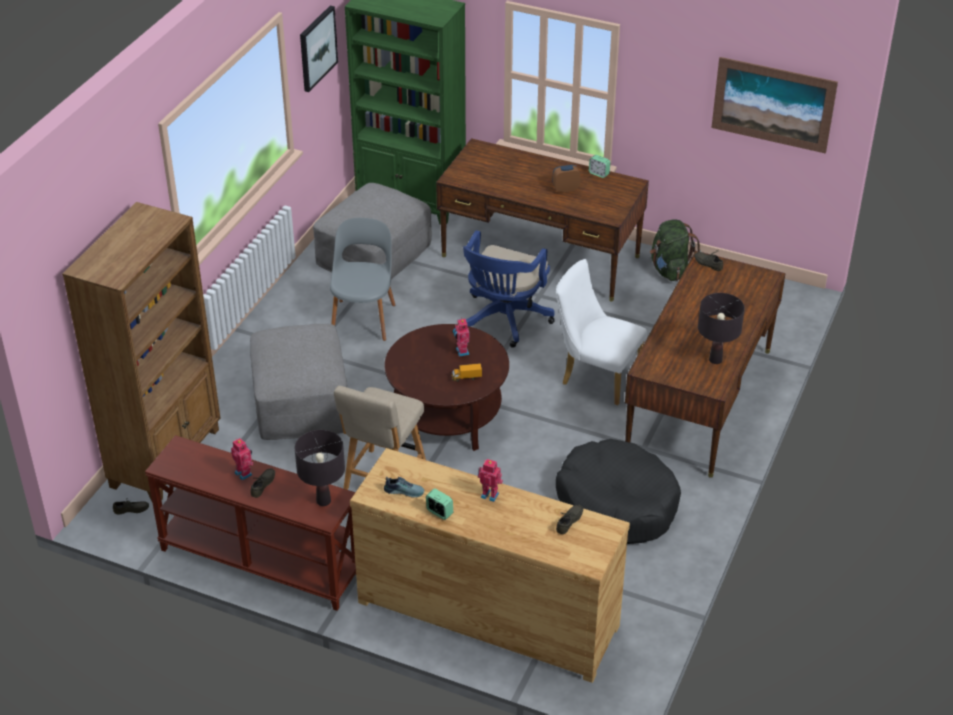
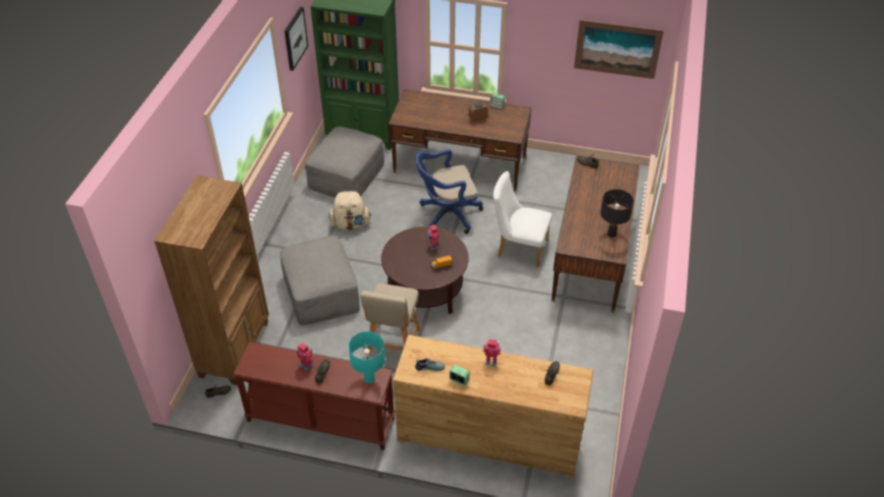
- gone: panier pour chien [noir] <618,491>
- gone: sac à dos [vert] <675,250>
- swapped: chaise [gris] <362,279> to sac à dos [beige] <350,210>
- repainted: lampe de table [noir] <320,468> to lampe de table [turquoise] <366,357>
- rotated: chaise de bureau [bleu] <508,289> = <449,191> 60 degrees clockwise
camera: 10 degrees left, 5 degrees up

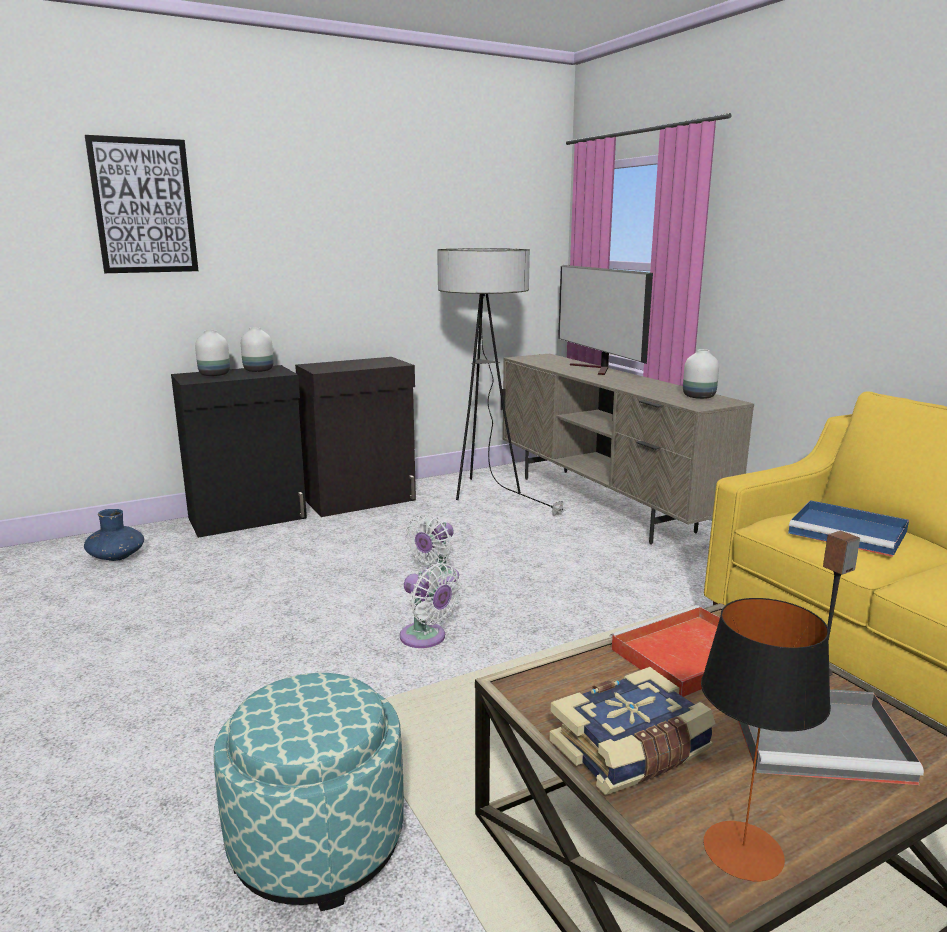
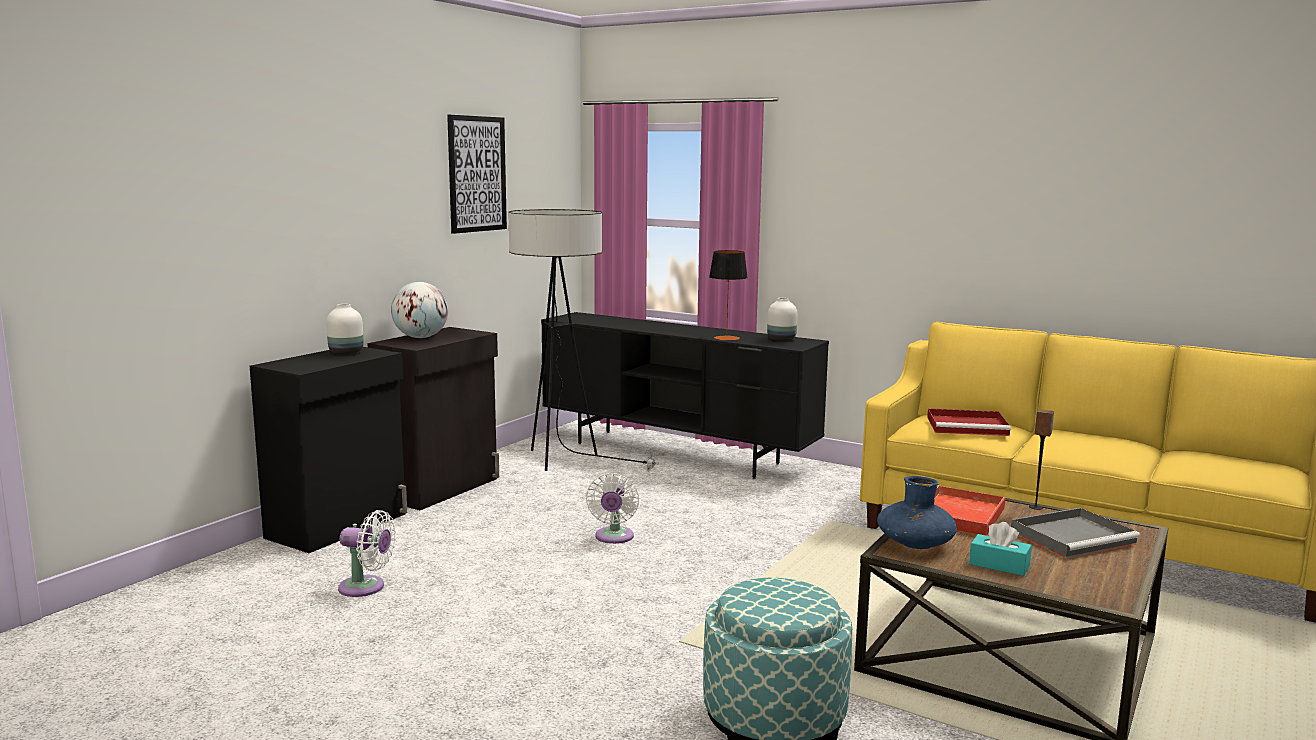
- gone: vase [blanc] <212,353>
- gone: téléviseur <605,320>
- new: globe <419,310>
- shifted: vase [bleu] <114,535> to <917,512>
- shifted: tableau <141,204> to <477,174>
- shifted: ventilateur [blanc] <430,605> to <367,553>
- shifted: lampe de table <766,739> to <728,295>
- swapped: livre <632,731> to boîte à mouchoirs [turquoise] <1000,549>
- repainted: meuble télé [beige] <627,449> to meuble télé [noir] <685,395>
- repainted: plateau [bleu] <848,528> to plateau [rouge] <969,422>
camera: 30 degrees left, 5 degrees down

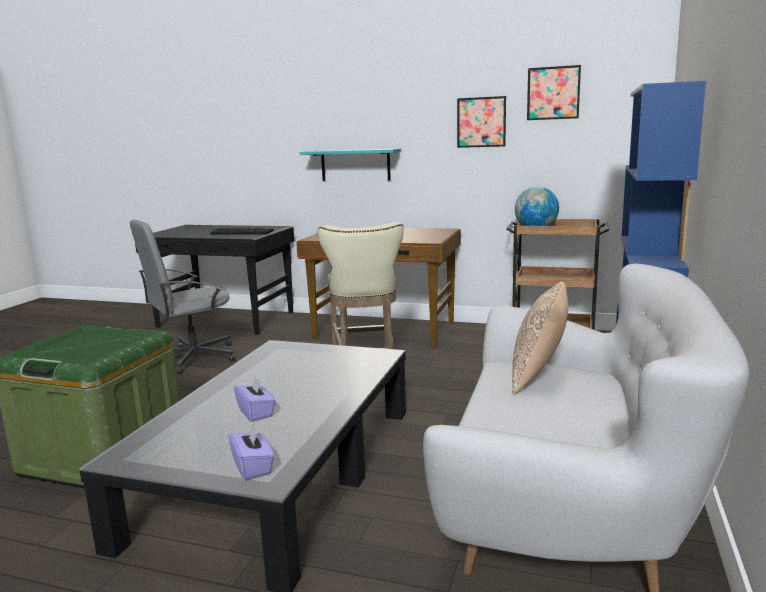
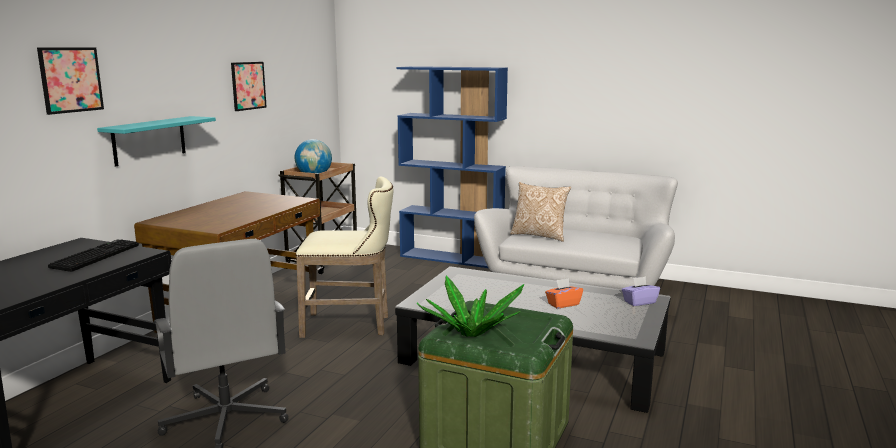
- new: plante en pot <470,306>
- shifted: tableau <554,92> to <70,81>
- repainted: boîte à mouchoirs [violet] <255,398> to boîte à mouchoirs [orange] <564,293>
camera: 85 degrees left, 0 degrees up

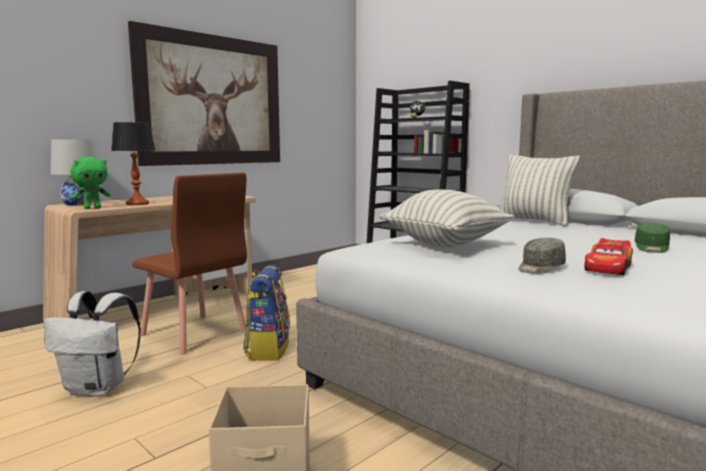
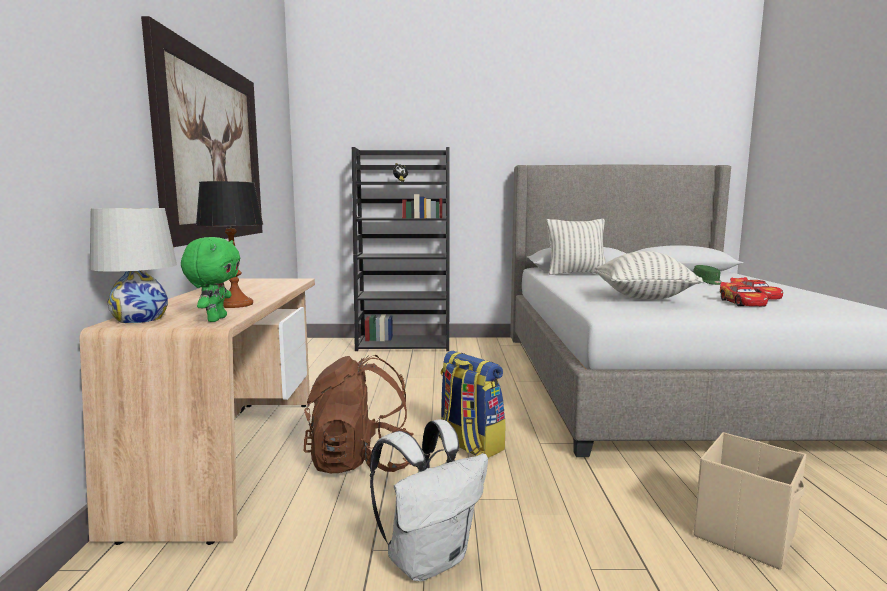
- swapped: chaise [marron] <189,264> to sac à dos [marron] <358,414>
- swapped: casquette [gris] <542,256> to petite voiture <744,294>
camera: 45 degrees left, 0 degrees up

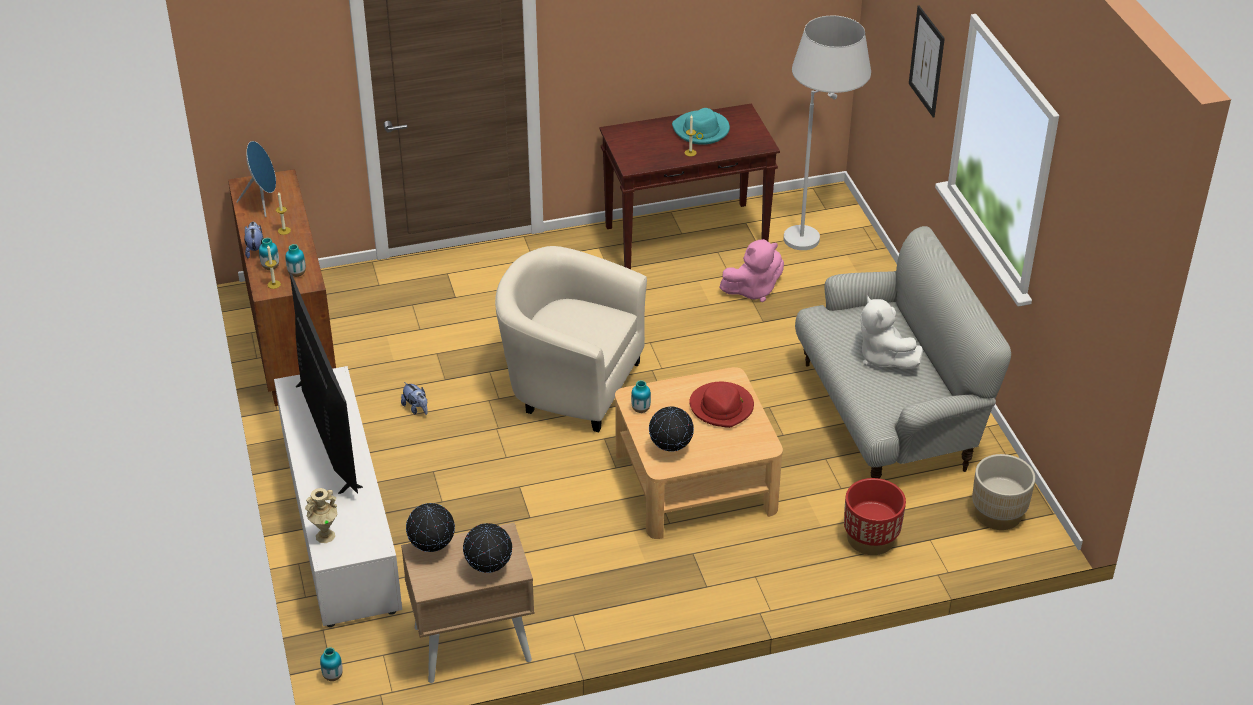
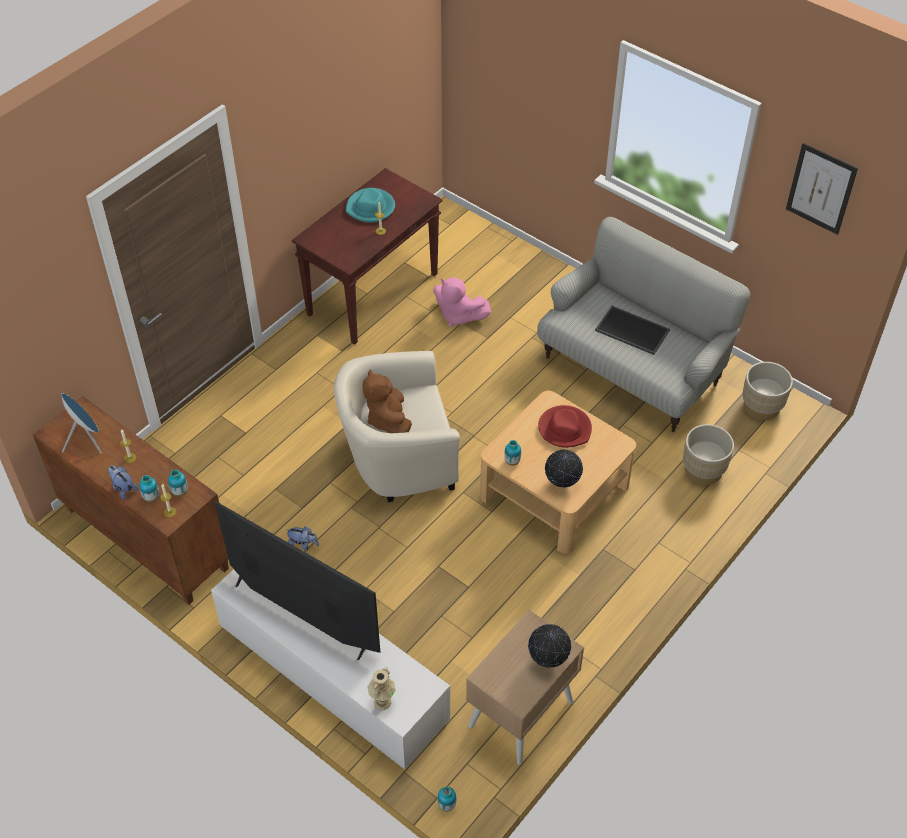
- gone: globe <430,527>
- gone: lampadaire [blanc] <827,133>
- new: peluche [marron] <387,401>
- shifted: tableau <927,61> to <822,189>
- swapped: peluche [blanc] <892,332> to plateau <632,330>
- repainted: cache-pot [rouge] <875,516> to cache-pot [beige] <708,454>
- rotated: peluche [rose] <751,270> = <462,302> 90 degrees clockwise
camera: 35 degrees left, 10 degrees up

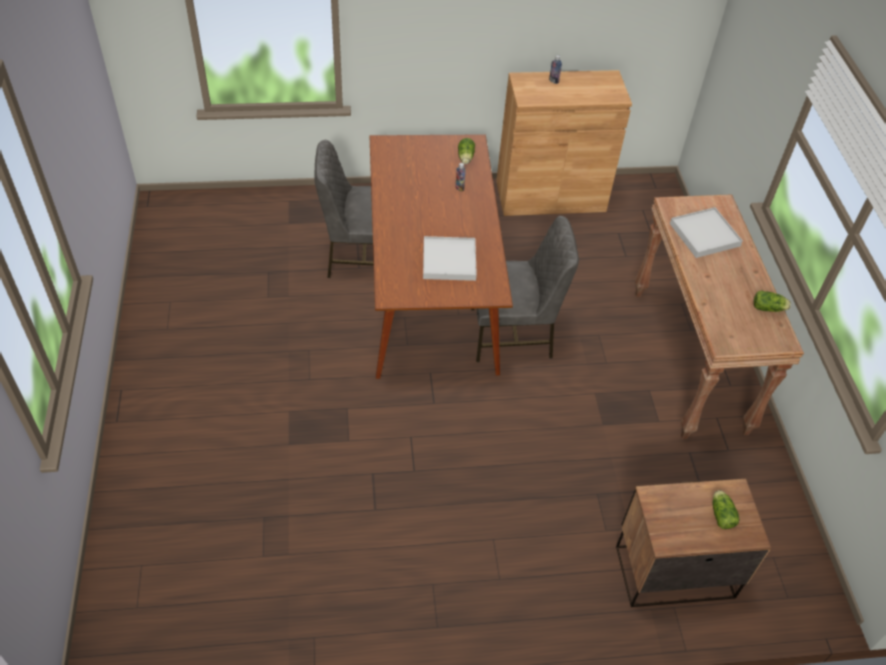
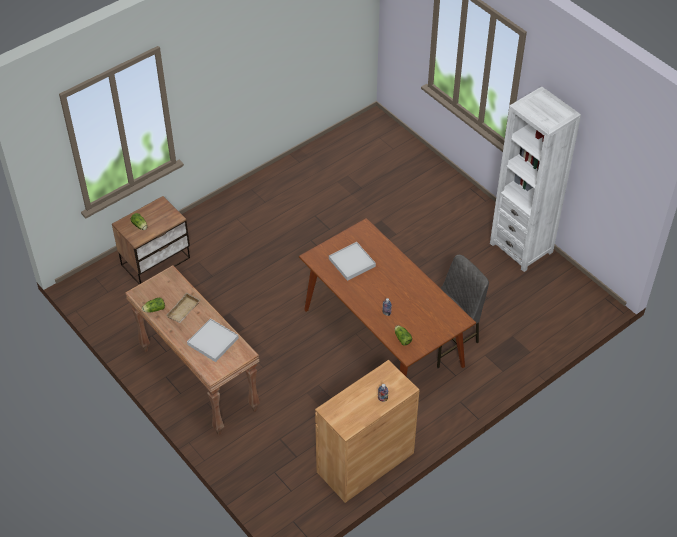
- gone: chaise [gris] <525,289>
- new: plateau [beige] <183,307>
- new: bibliothèque [blanc] <535,179>
camera: 150 degrees right, 0 degrees up

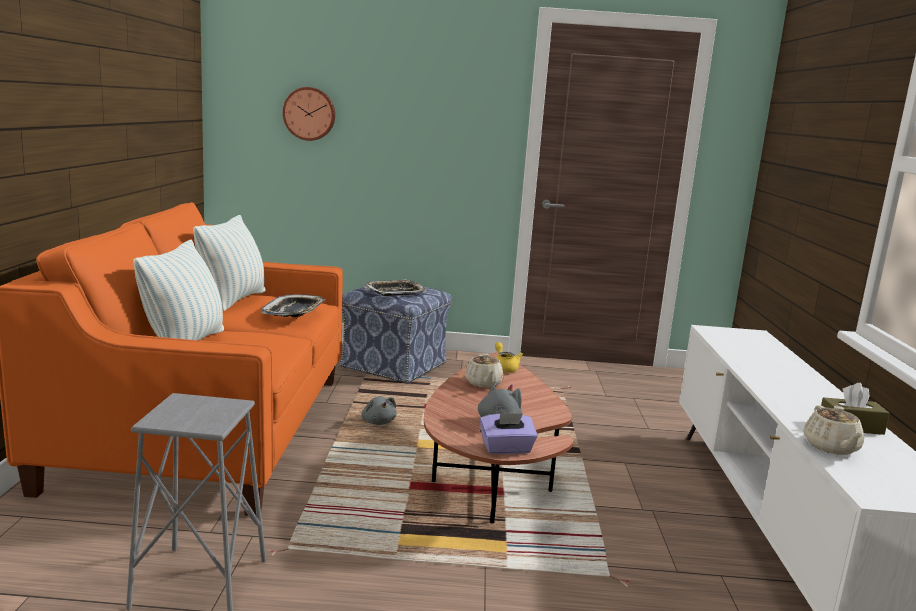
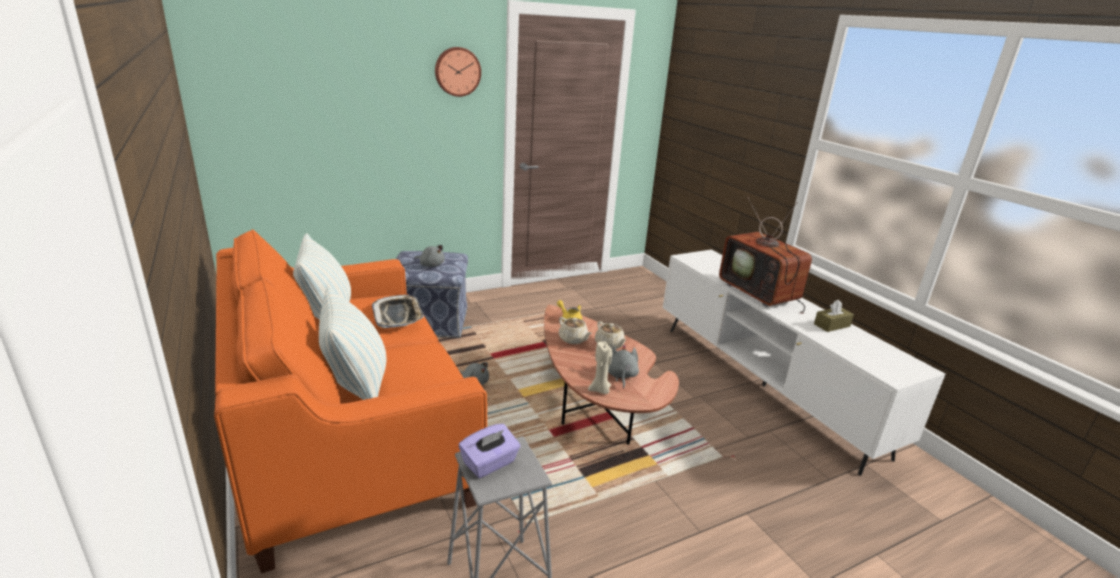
- new: bougie [beige] <600,367>
- new: téléviseur <765,255>
- shifted: horloge murale <308,114> to <458,72>
- shifted: boîte à mouchoirs [violet] <509,433> to <490,451>
- shifted: théière [beige] <833,430> to <610,335>
- swapped: plateau <395,287> to peluche [gris] <430,256>
camera: 30 degrees left, 10 degrees up

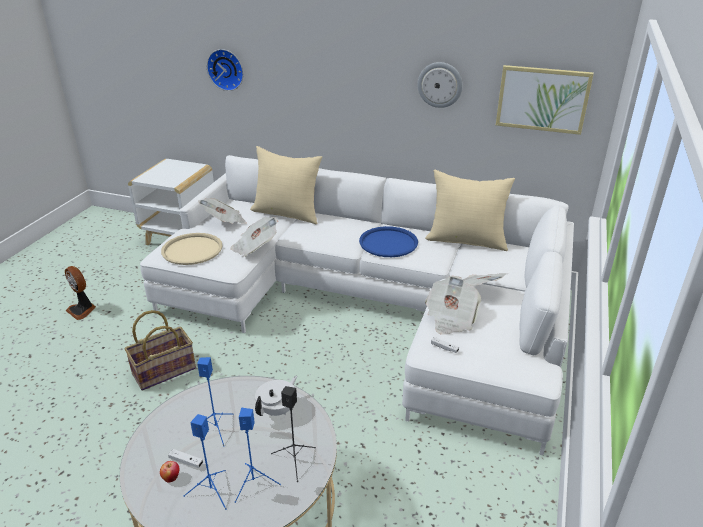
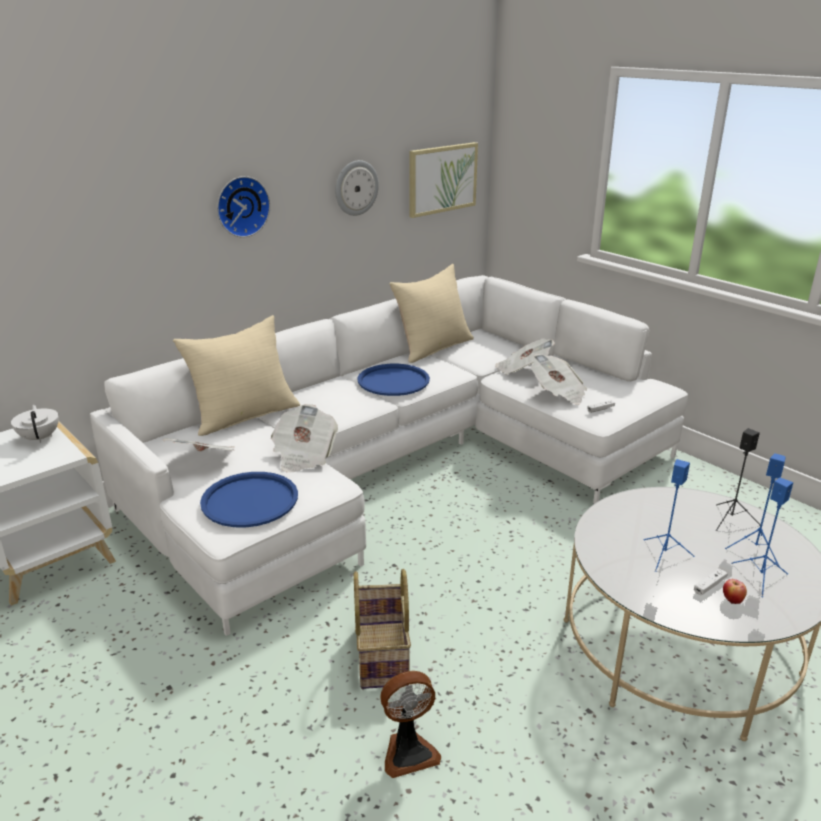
- shifted: ventilateur <80,293> to <410,724>
- shifted: horloge murale <225,70> to <243,207>
- shifted: théière [blanc] <276,396> to <35,423>
- repainted: plateau [beige] <192,249> to plateau [bleu] <249,500>
camera: 60 degrees left, 5 degrees down

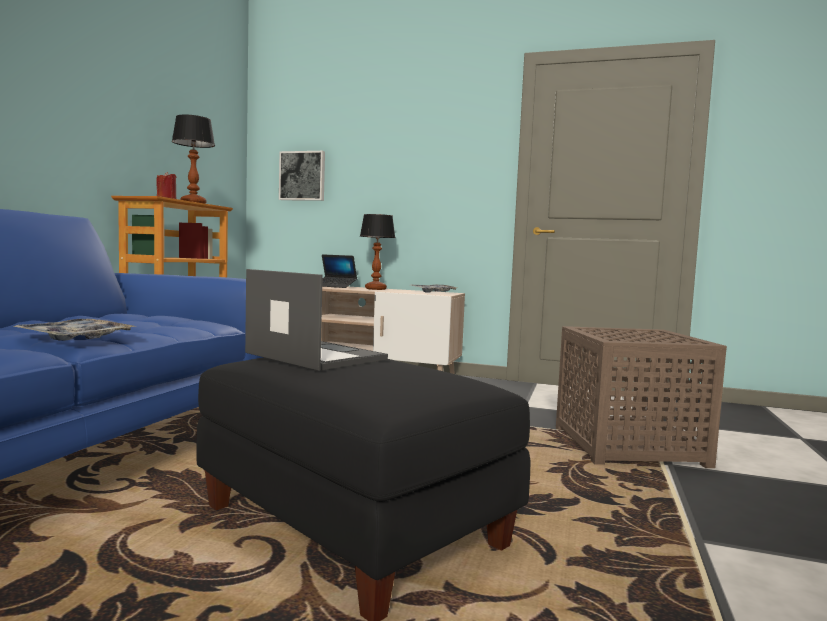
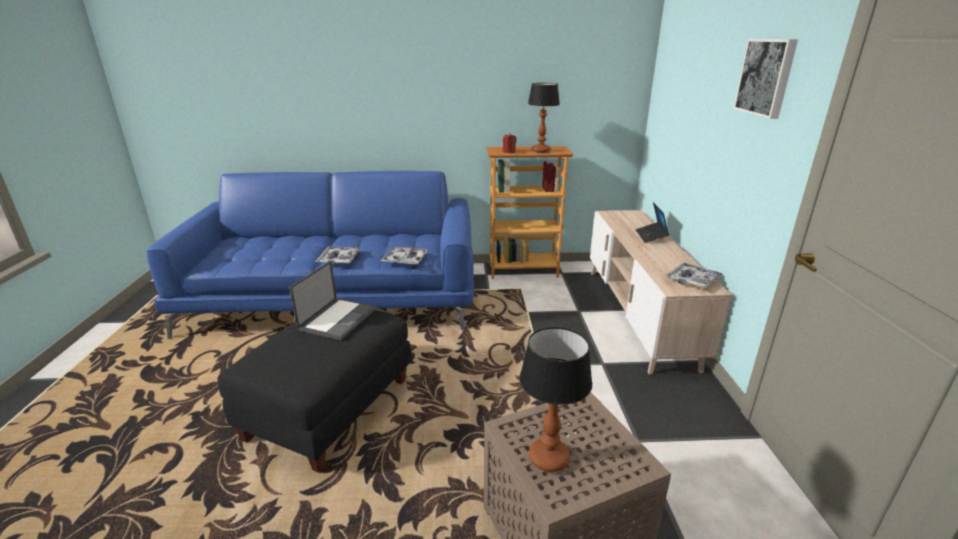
- new: plateau <404,255>
- shifted: tableau <302,176> to <765,79>
- shifted: lampe de table <377,252> to <555,399>
camera: 70 degrees right, 20 degrees up

